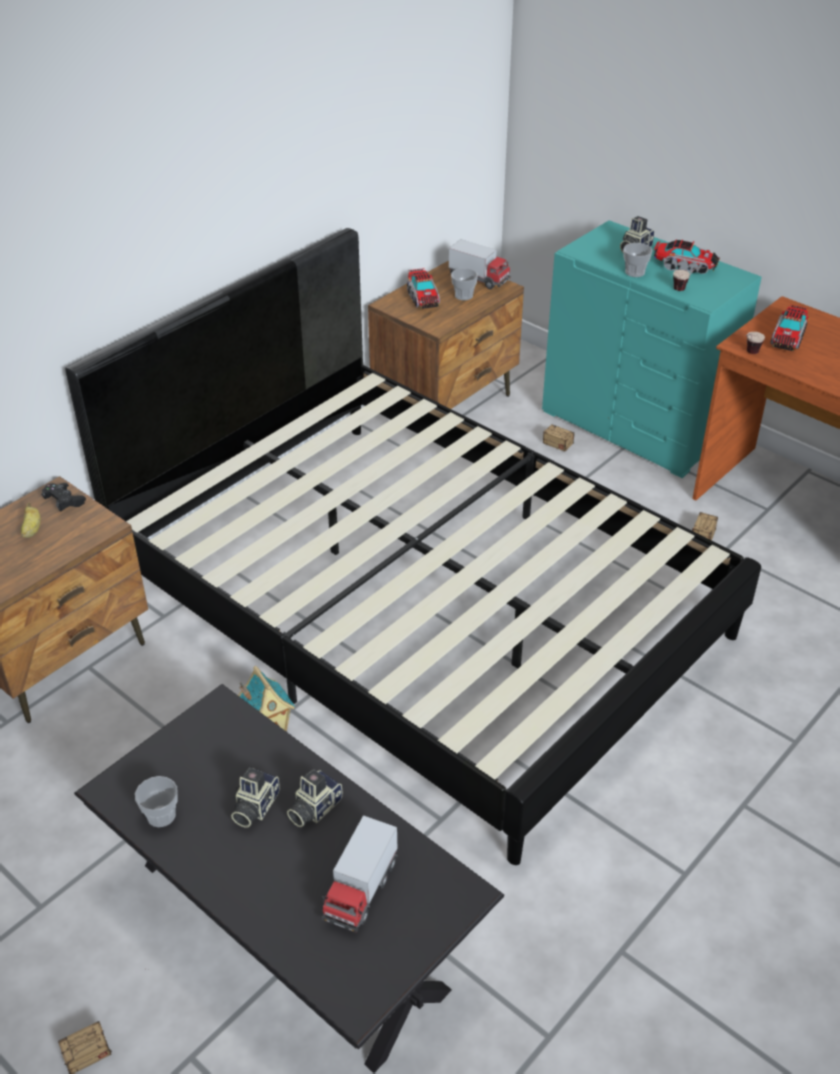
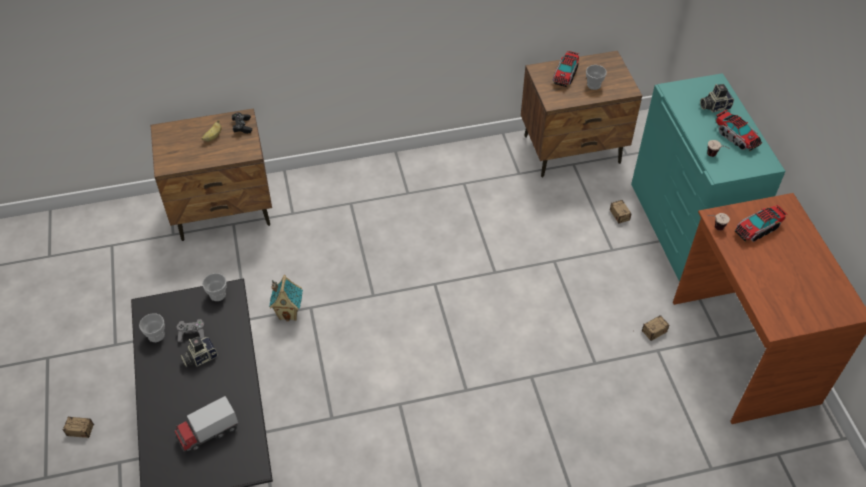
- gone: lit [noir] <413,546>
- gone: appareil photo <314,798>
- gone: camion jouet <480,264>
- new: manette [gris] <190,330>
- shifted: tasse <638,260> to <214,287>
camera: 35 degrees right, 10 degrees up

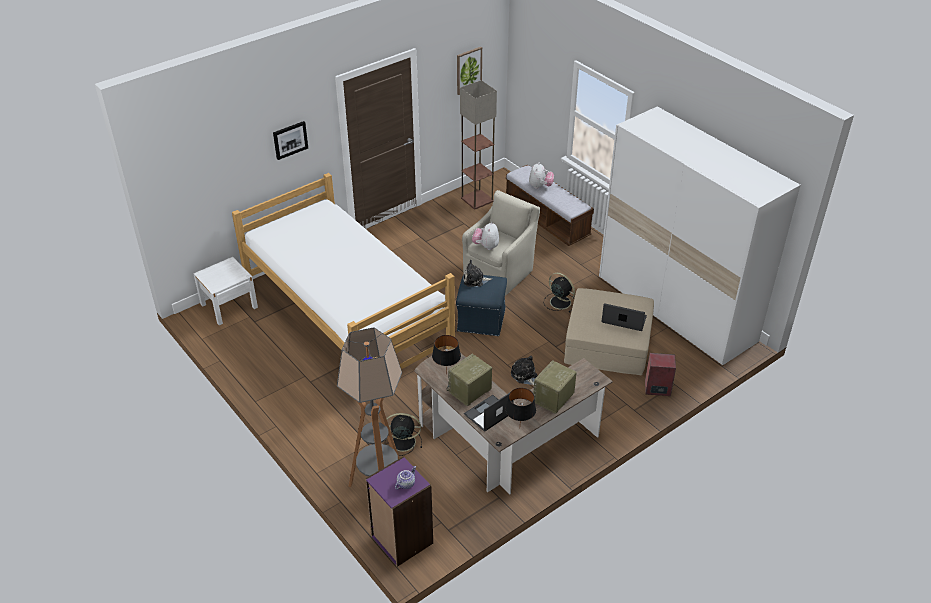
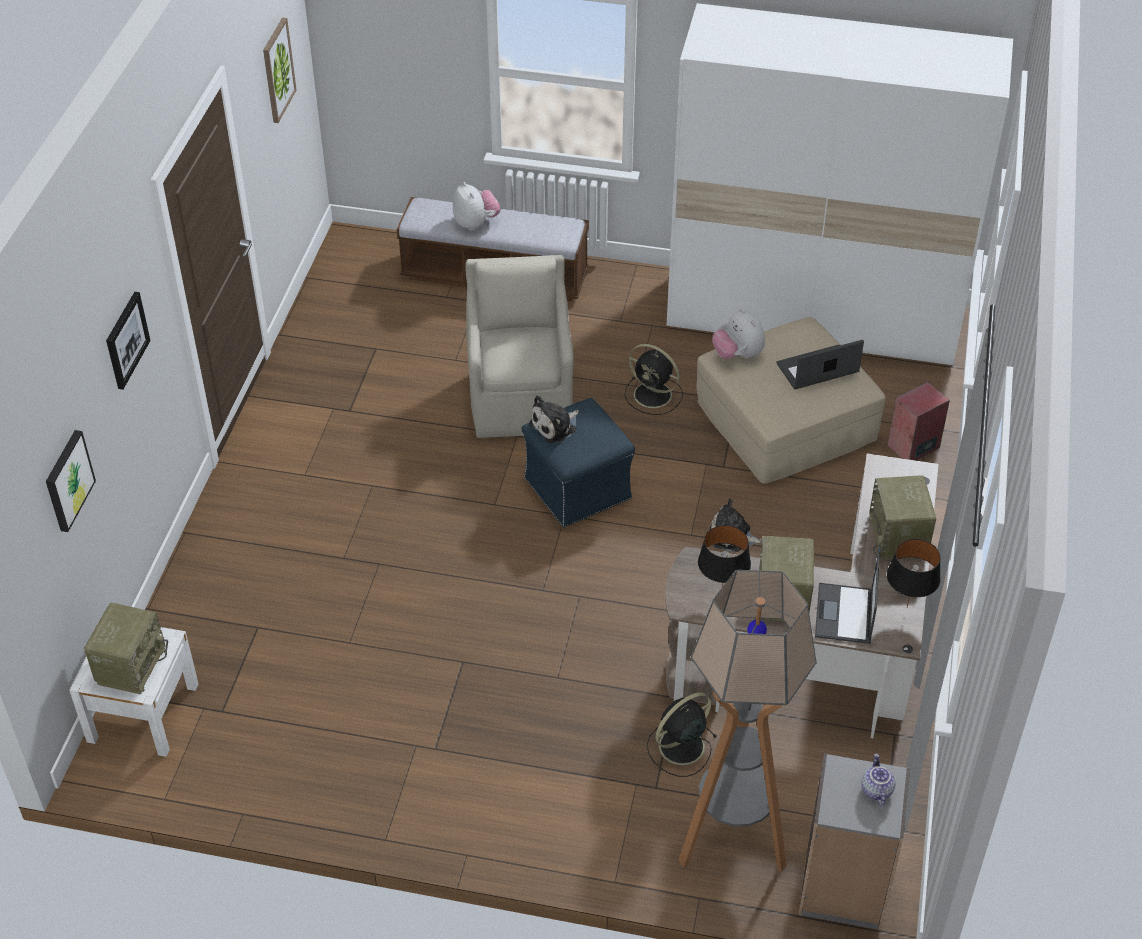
- gone: lit <343,271>
- gone: lampadaire <478,145>
- new: tableau <71,481>
- new: radio <126,648>
- shifted: peluche <485,236> to <738,333>
- repainted: bibliothèque [violet] <399,511> to bibliothèque [gris] <854,841>
- rotated: ventilateur [noir] <559,292> = <653,379> 150 degrees counterclockwise
camera: 40 degrees left, 5 degrees up

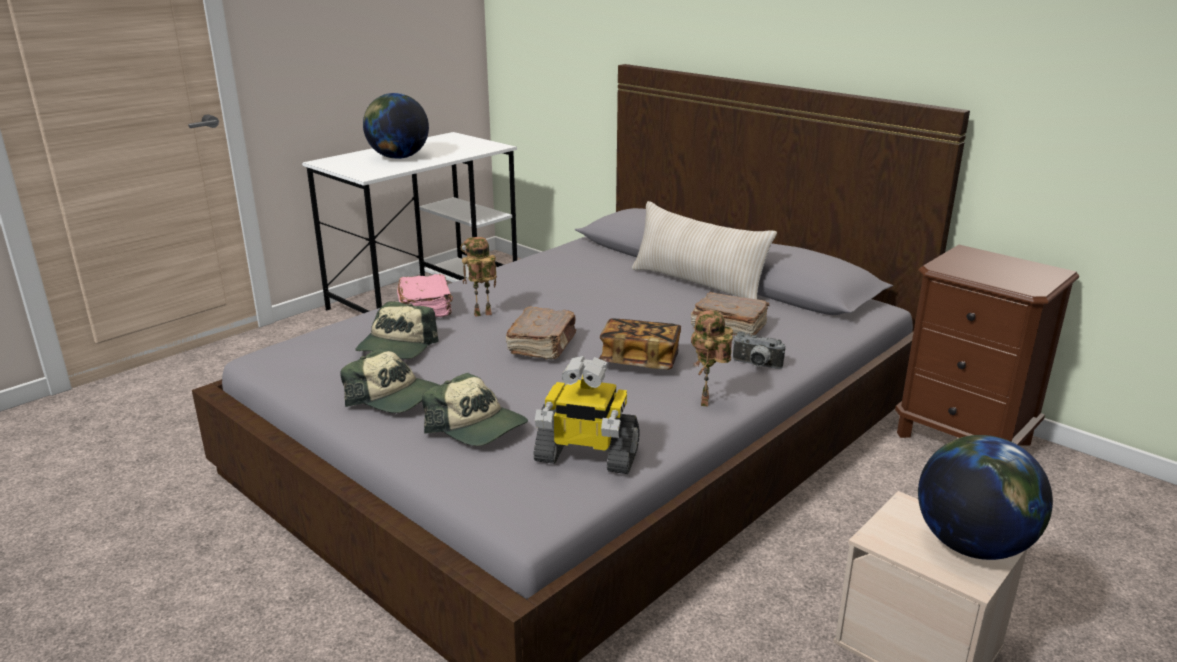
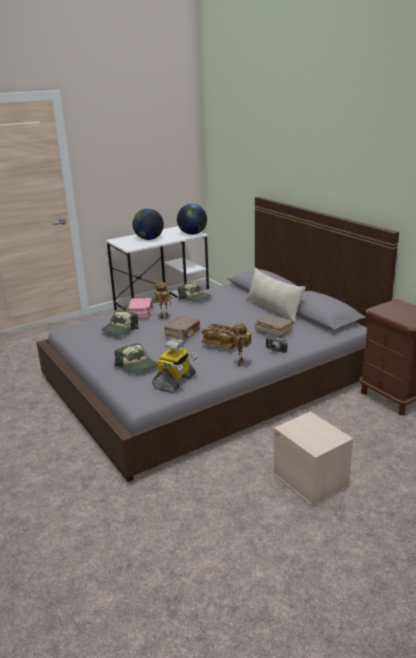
- shifted: casquette <390,380> to <195,292>
- shifted: globe <985,497> to <192,219>
- rotated: robot jouet <586,415> = <174,366> 90 degrees counterclockwise
camera: 15 degrees right, 0 degrees up

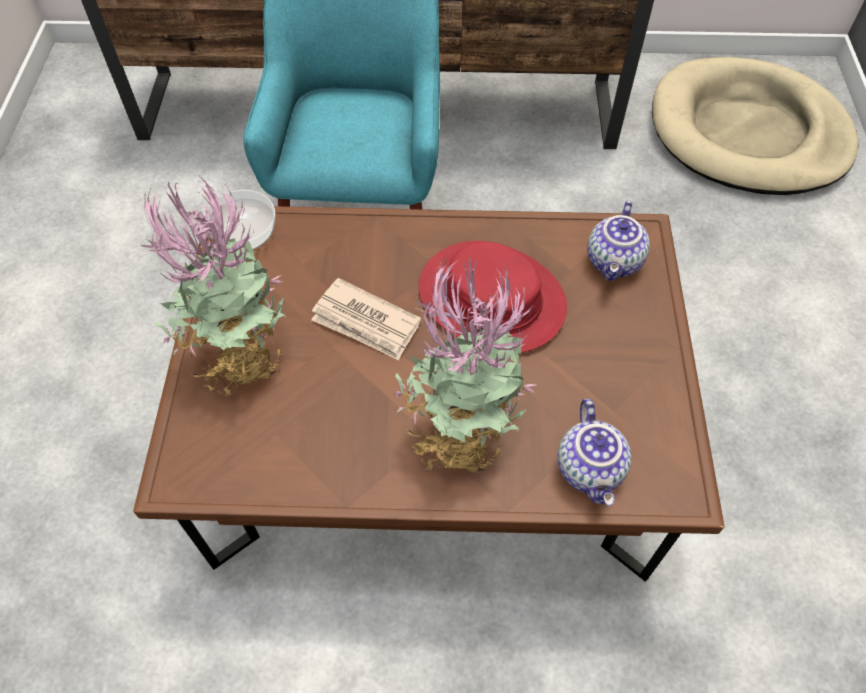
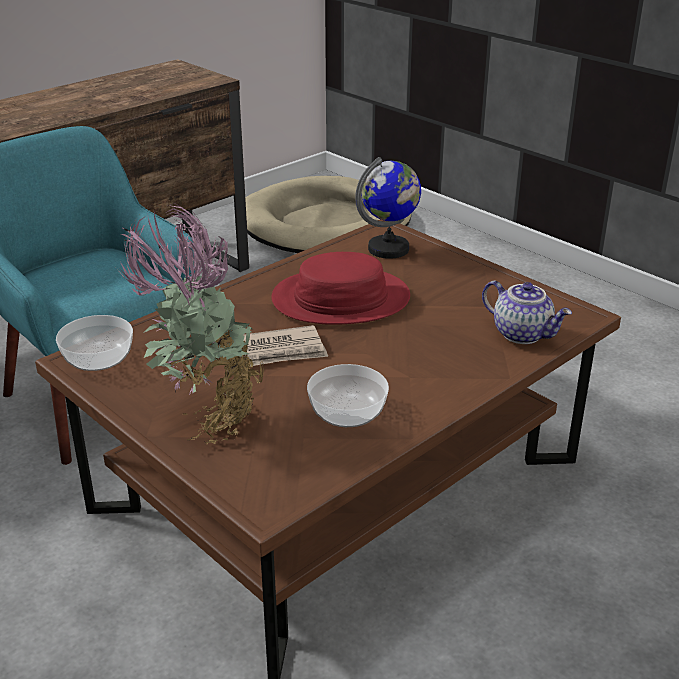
- gone: plante en pot <465,362>
- new: bol <348,395>
- swapped: théière <618,240> to globe <388,208>
camera: 45 degrees left, 25 degrees down

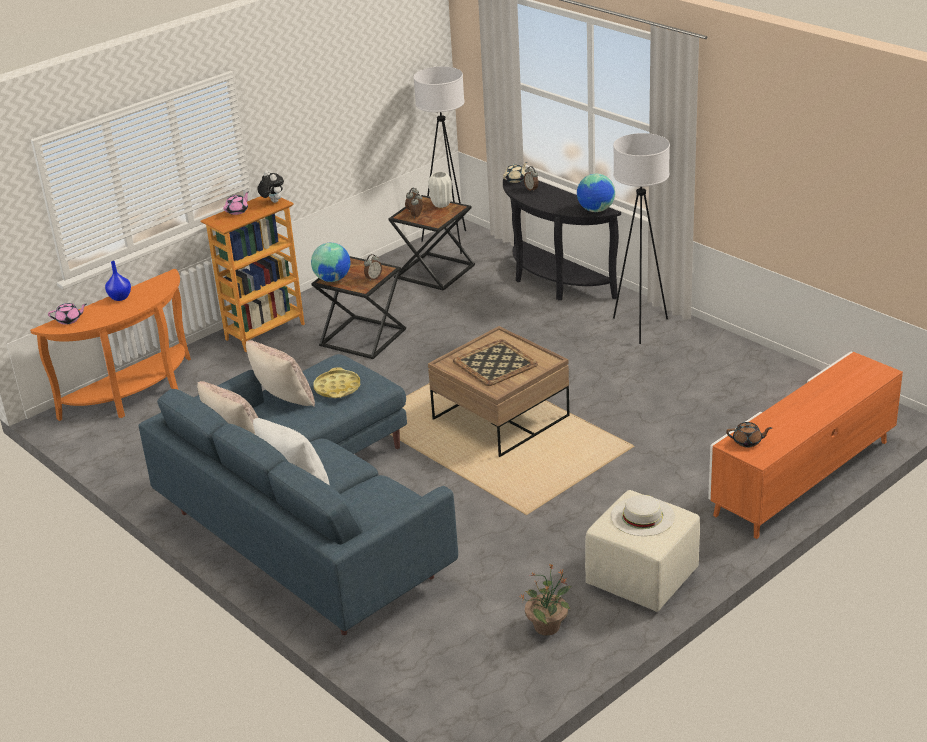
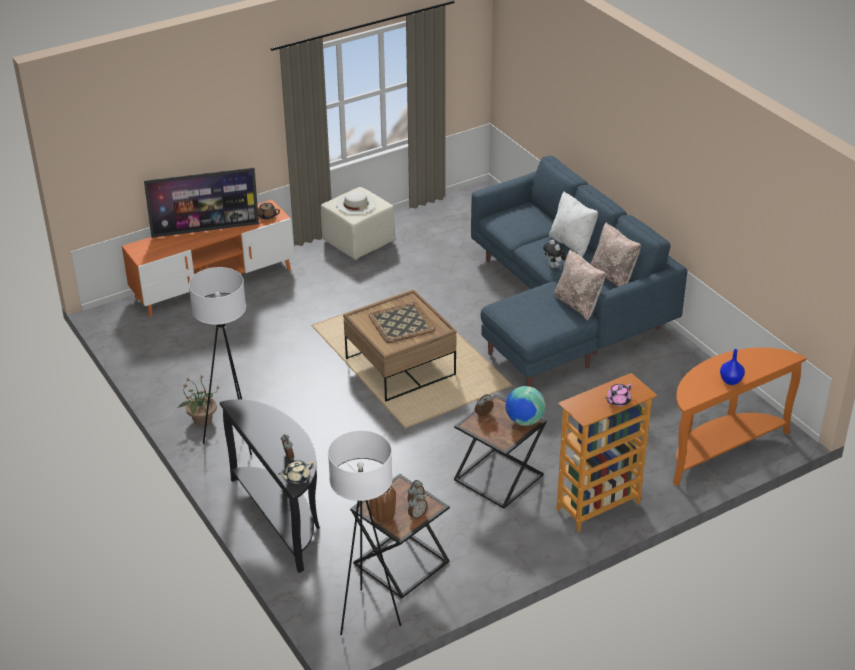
- gone: théière [rose] <67,314>
- gone: plateau [jaune] <337,382>
- gone: globe <596,193>
- new: téléviseur <201,203>
- shifted: peluche <271,186> to <554,254>
- shifted: plante en pot <546,599> to <198,400>
- repainted: vase [blanc] <440,190> to vase [marron] <382,504>
camera: 170 degrees left, 5 degrees up

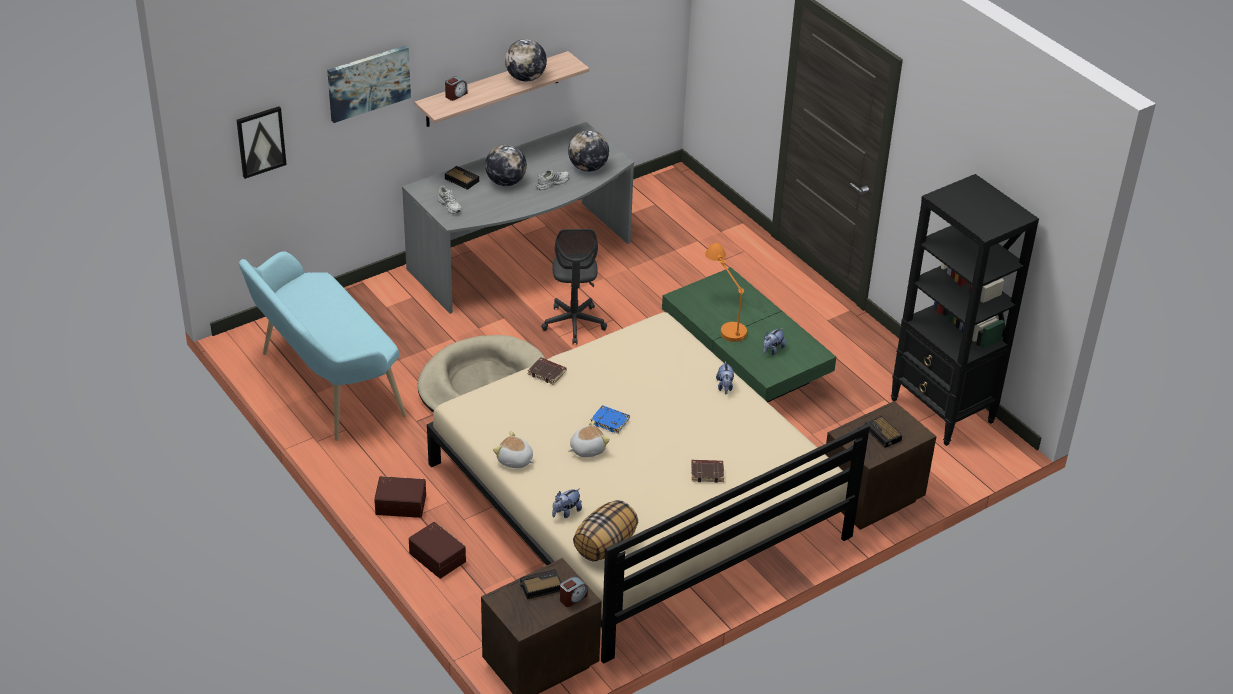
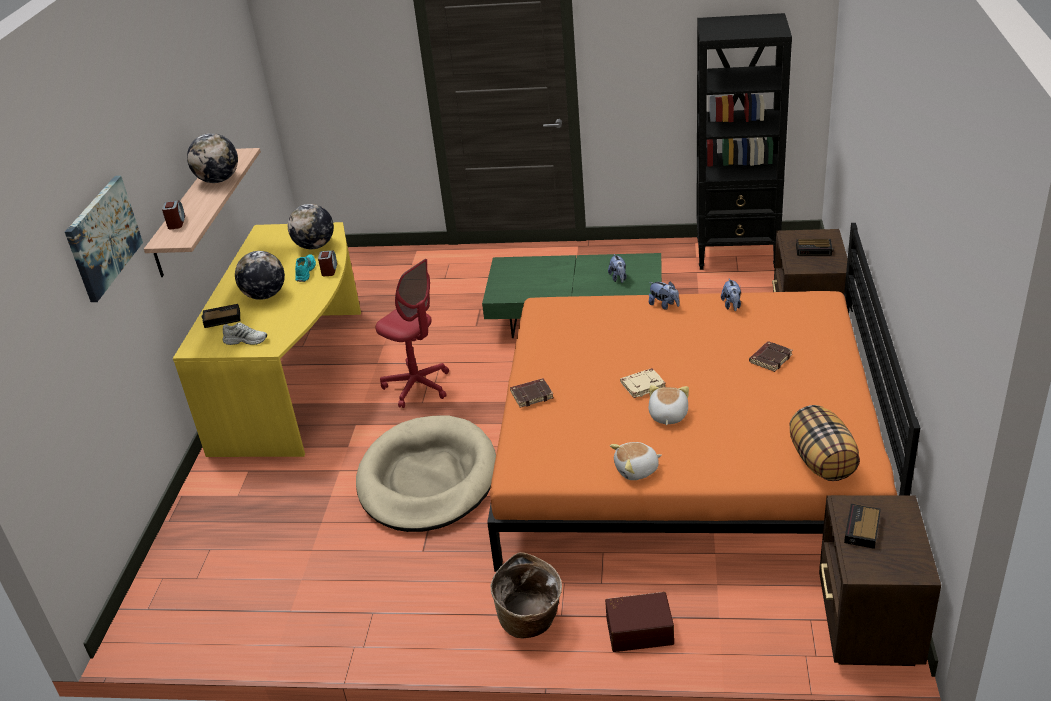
- gone: tableau <261,142>
- gone: banc [turquoise] <322,346>
- gone: lampe de table [orange] <726,292>
- shifted: peluche <567,503> to <731,294>
- shifted: réveil <574,591> to <327,263>
- swapped: boîte de rangement [marron] <400,497> to panier <526,595>
- repainted: bureau [gris] <518,218> to bureau [jaune] <267,339>
- repainted: lit [beige] <648,488> to lit [orange] <703,397>
- repainted: chaussure [blanc] <552,180> to chaussure [turquoise] <305,268>
- repainted: chaise de bureau [gris] <574,286> to chaise de bureau [rouge] <412,333>
- repainted: livre [bleu] <610,419> to livre [beige] <643,383>
camera: 45 degrees left, 5 degrees down

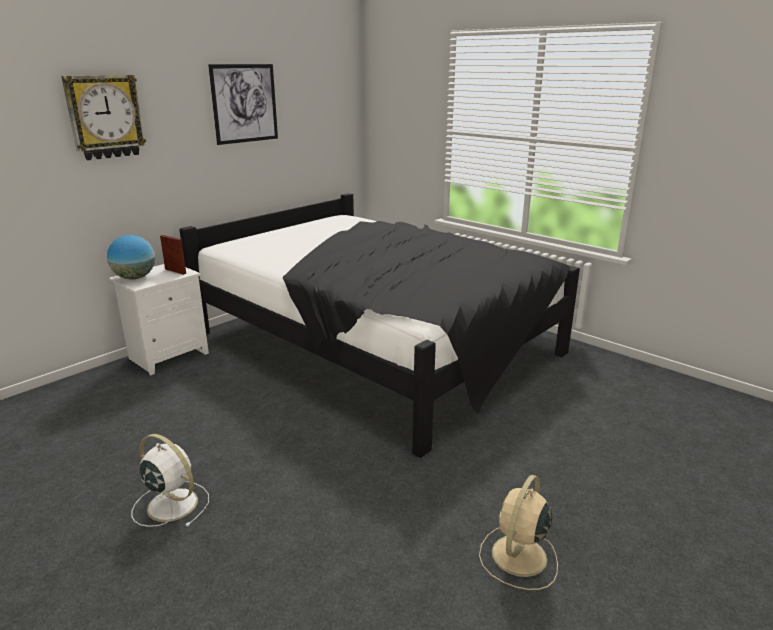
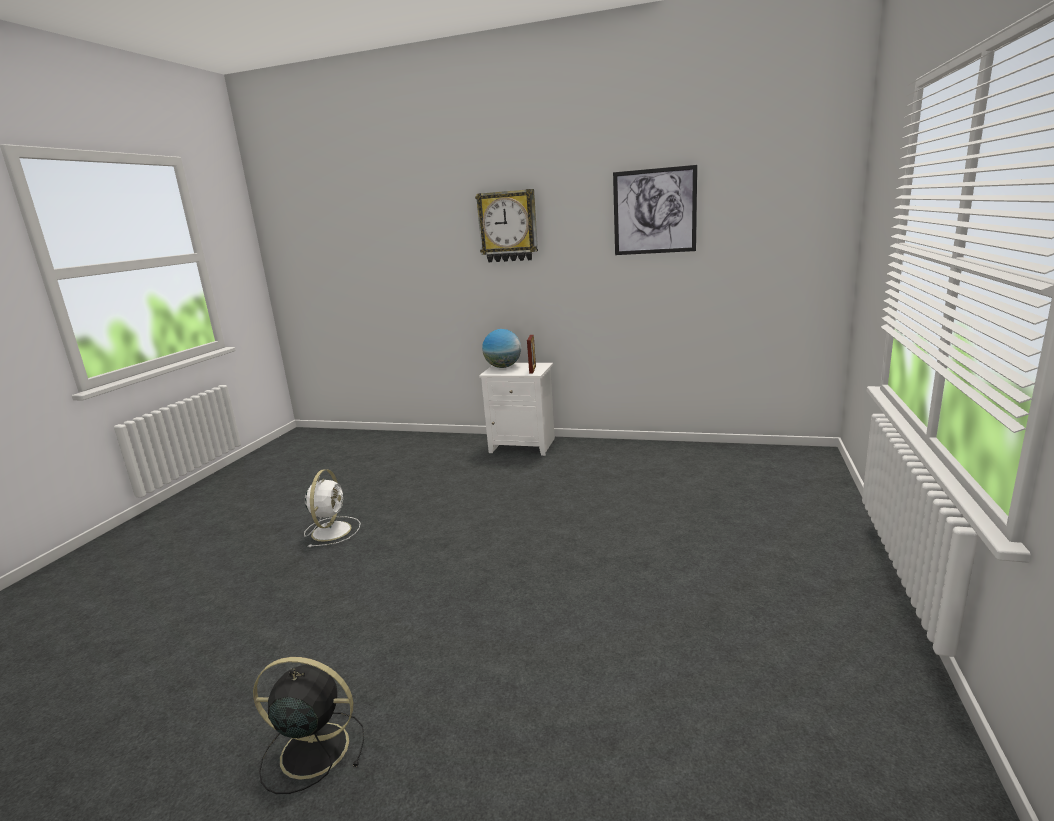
- gone: lit [noir] <379,325>
- repainted: ventilateur [beige] <518,532> to ventilateur [noir] <308,725>
camera: 65 degrees right, 5 degrees down

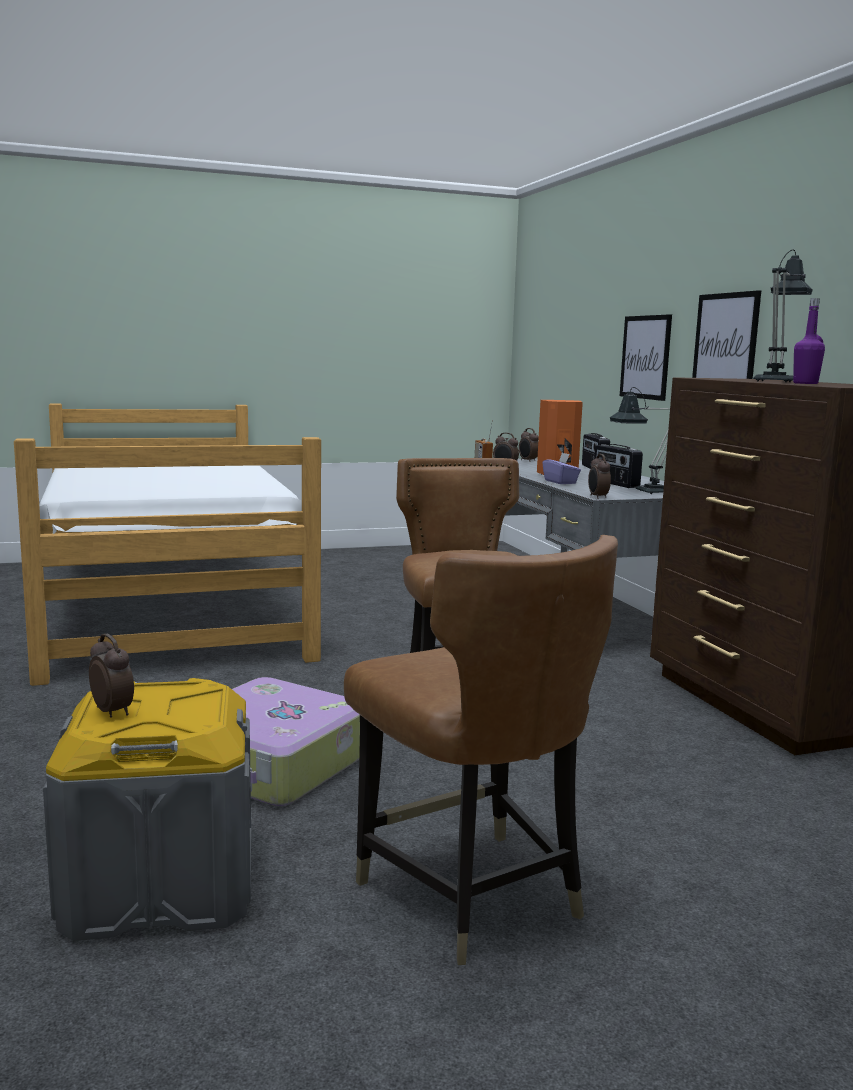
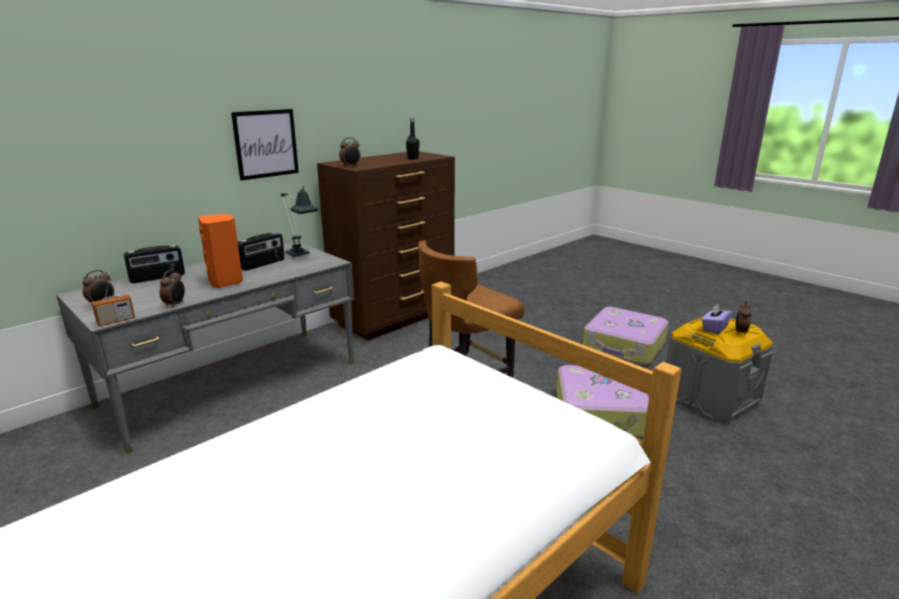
- gone: tableau <646,357>
- gone: lampe de table <783,316>
- shifted: boîte à mouchoirs [violet] <561,468> to <717,319>
- shifted: réveil <599,476> to <349,151>
- swapped: chaise [marron] <481,750> to valise <626,336>
- repainted: bouteille [violet] <809,341> to bouteille [noir] <412,139>
camera: 115 degrees left, 10 degrees up

